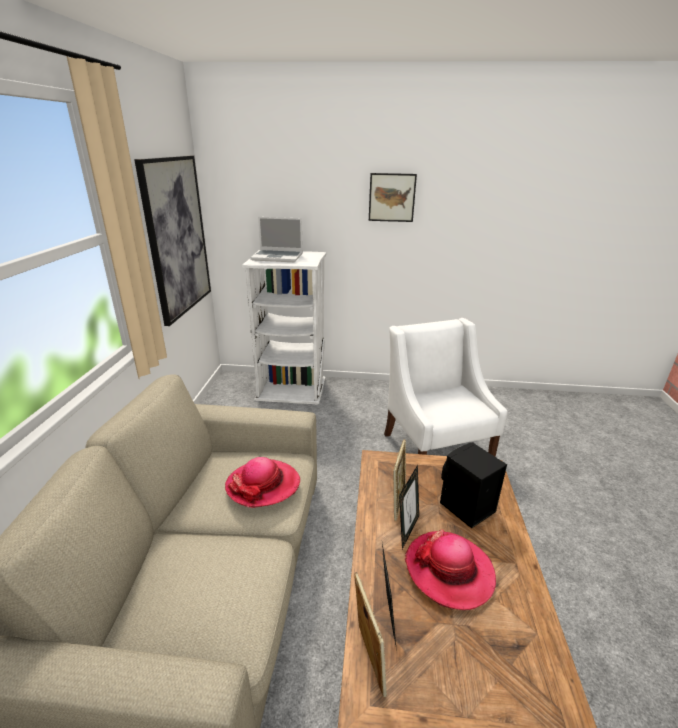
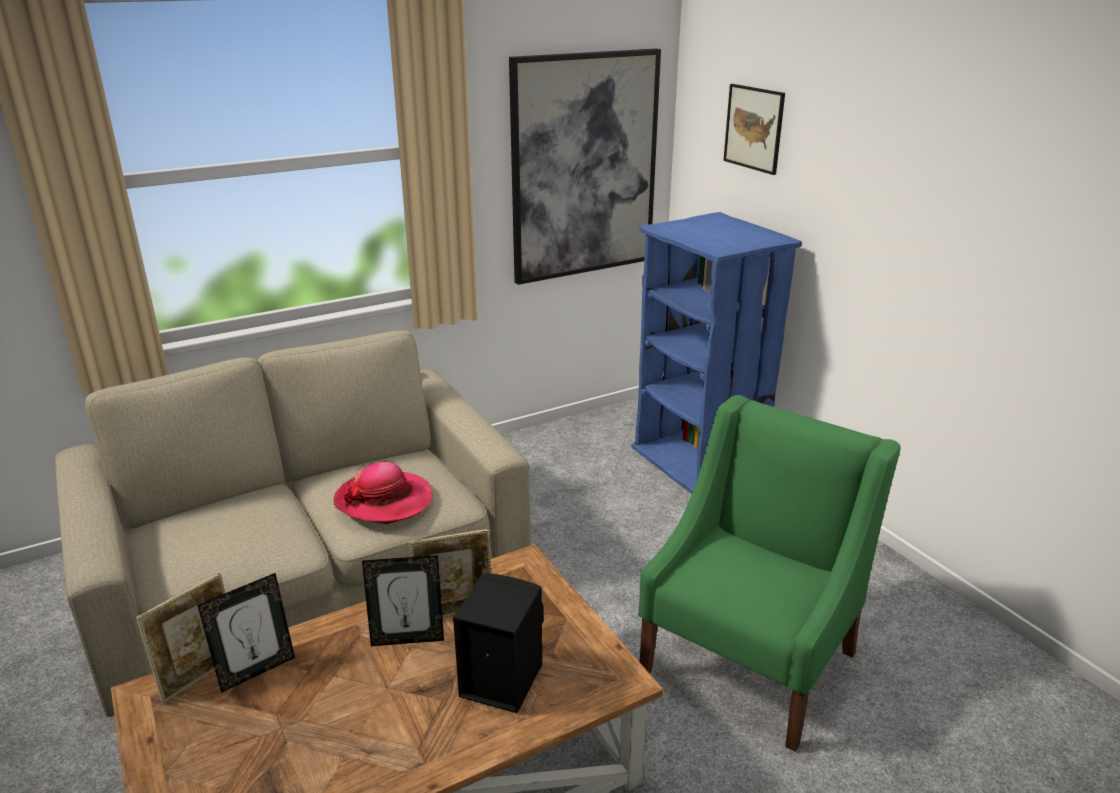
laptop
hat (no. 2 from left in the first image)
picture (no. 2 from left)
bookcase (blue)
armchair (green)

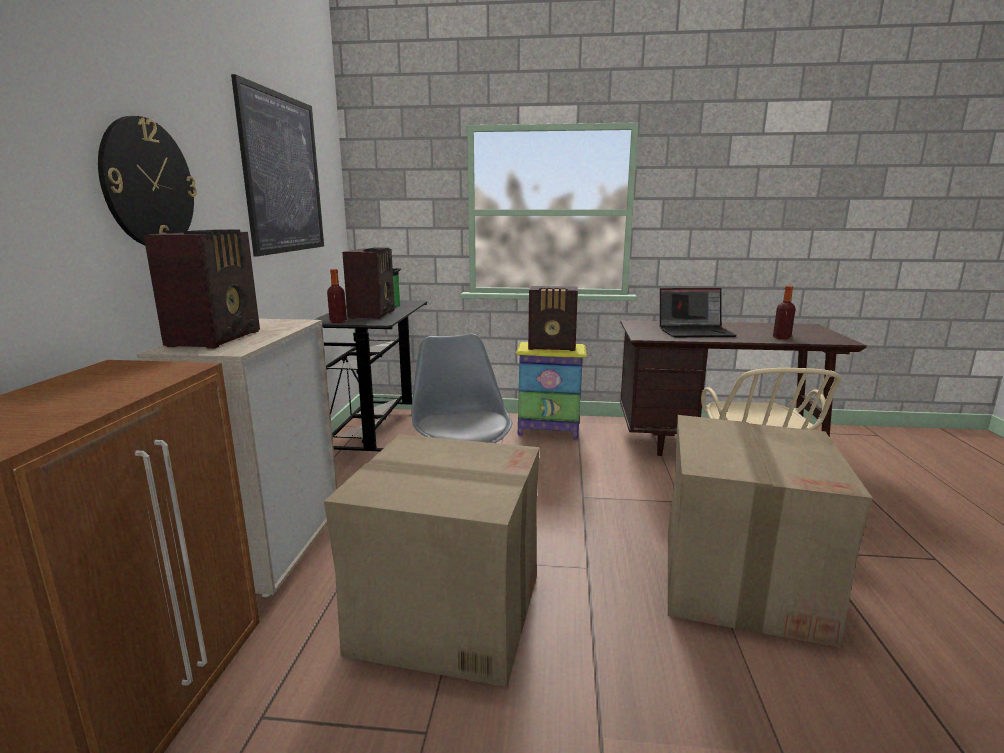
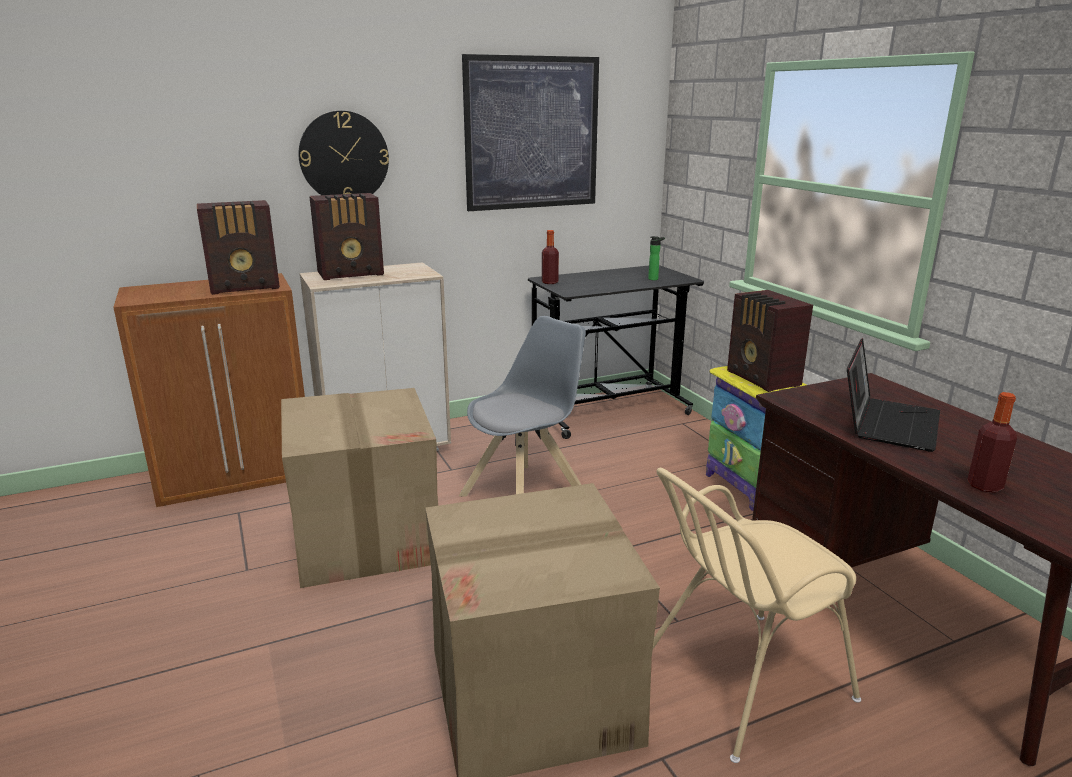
radio (no. 1 from left)
laptop

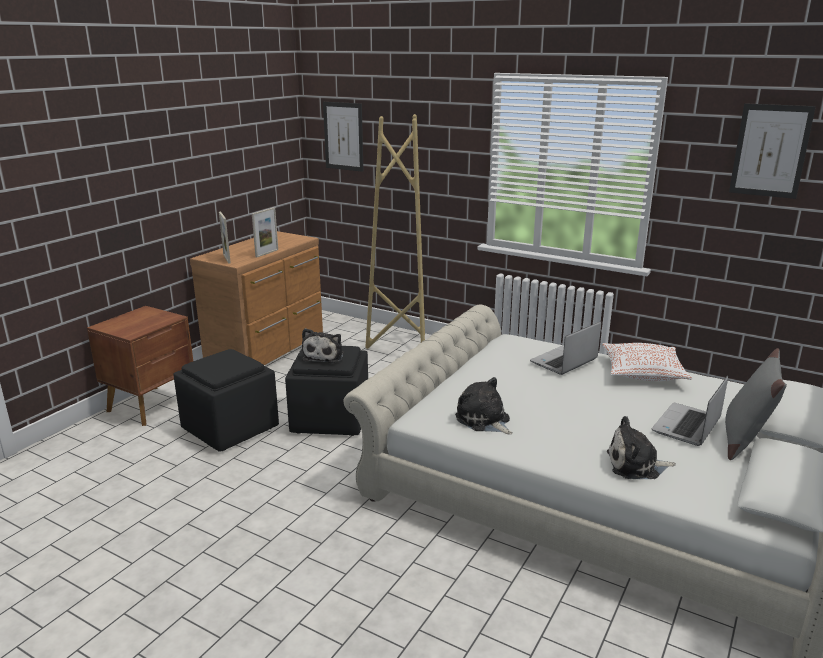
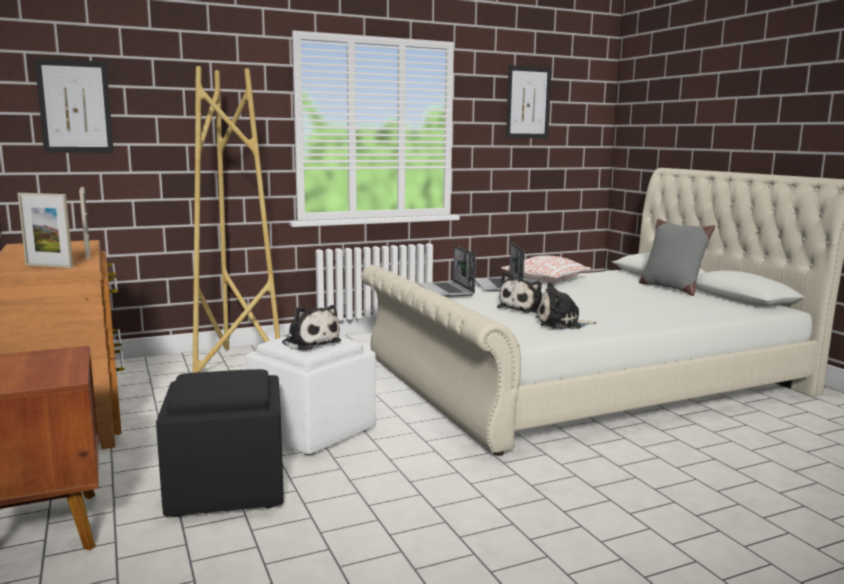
plush toy (no. 2 from left)
laptop (no. 1 from left)
ottoman (white)

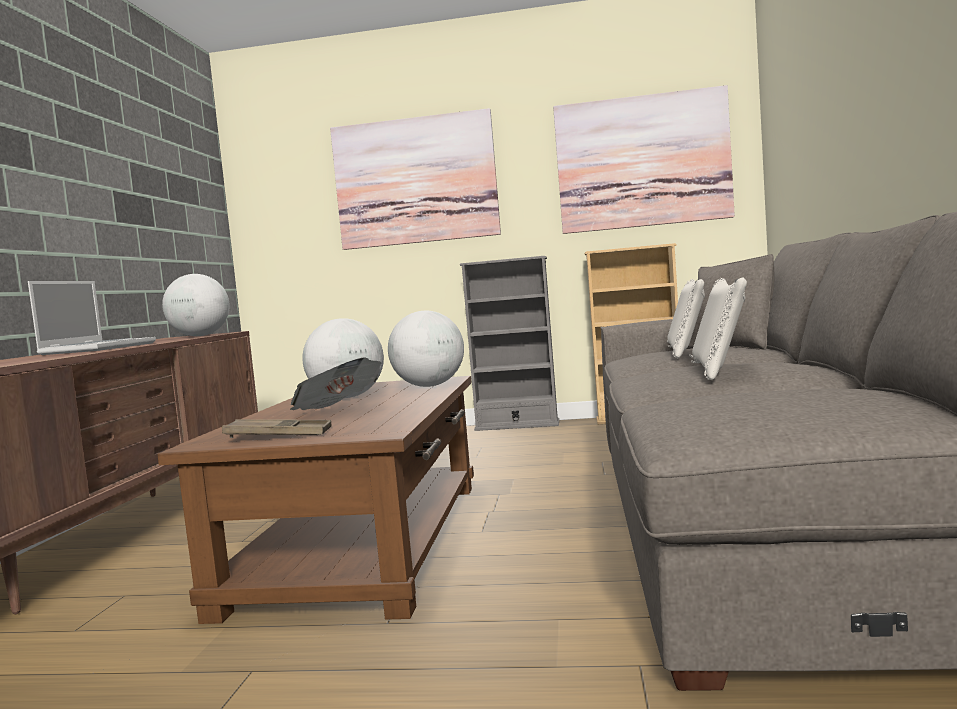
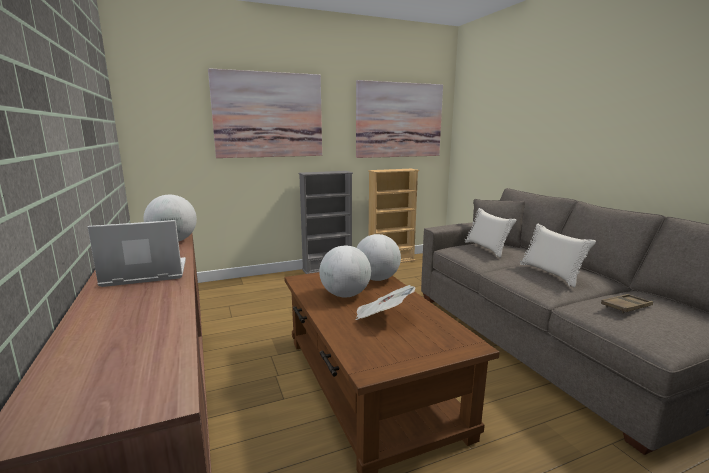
tray (brown)
laptop

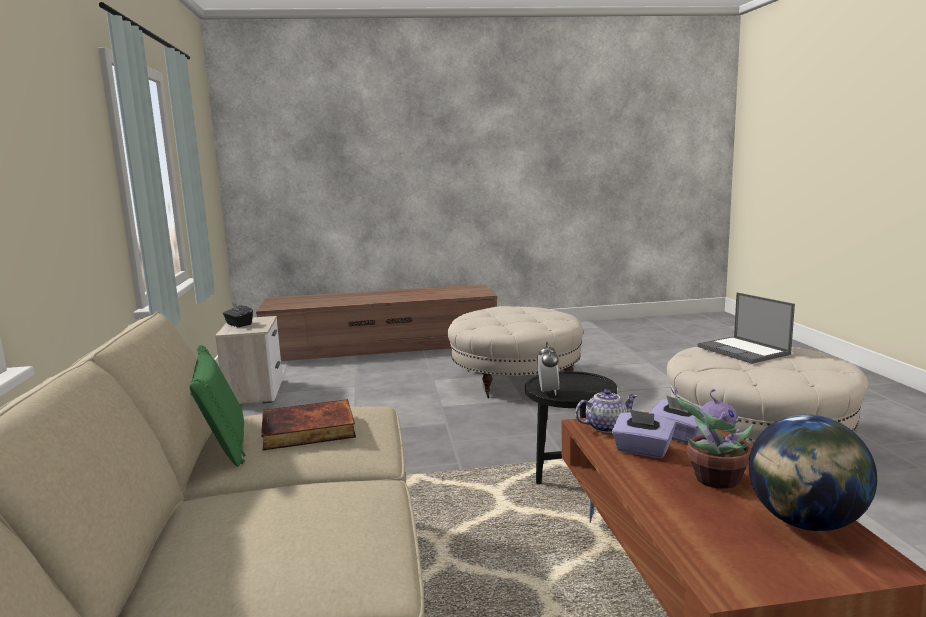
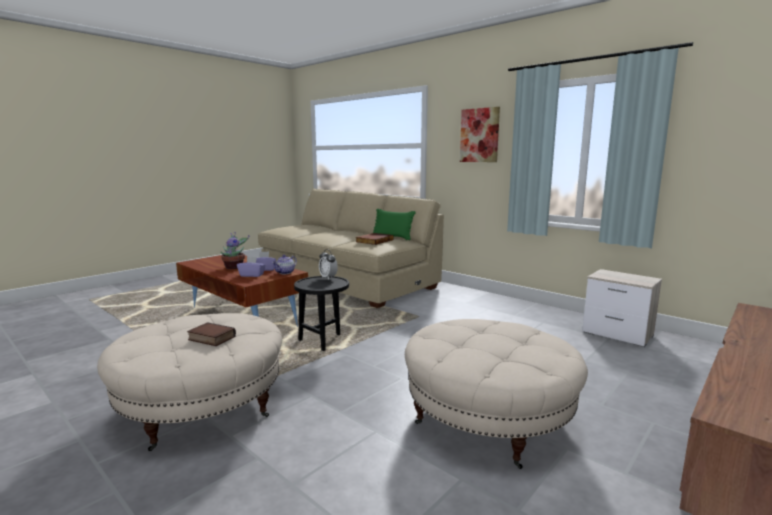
tissue box (black)
globe
picture
book (no. 1 from left)

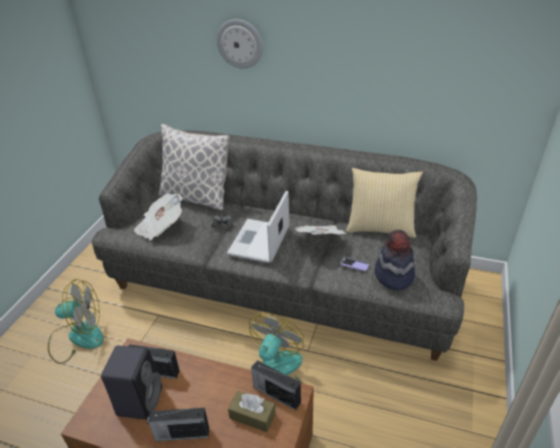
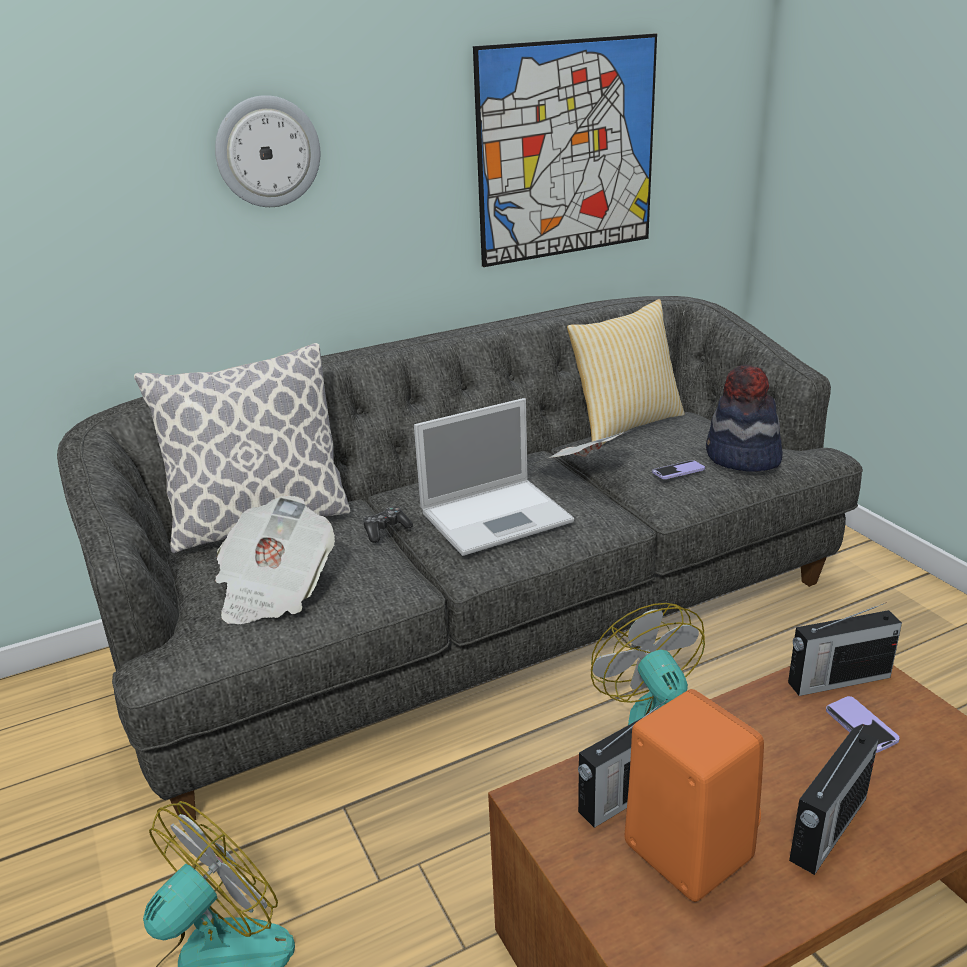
picture
phone (no. 2 from left)
speaker (orange)
laptop

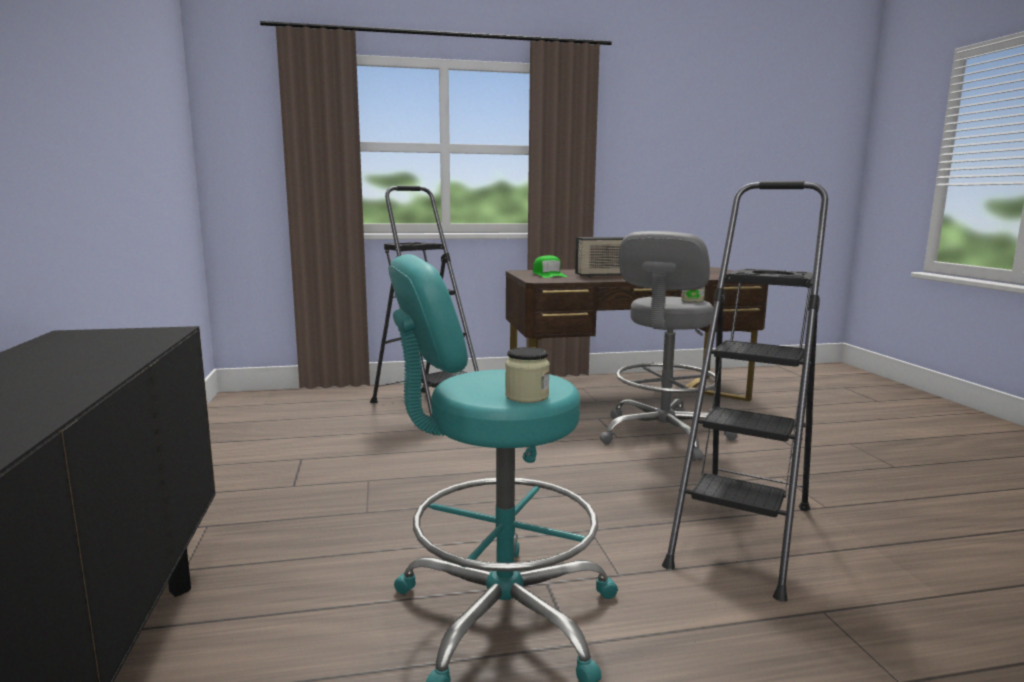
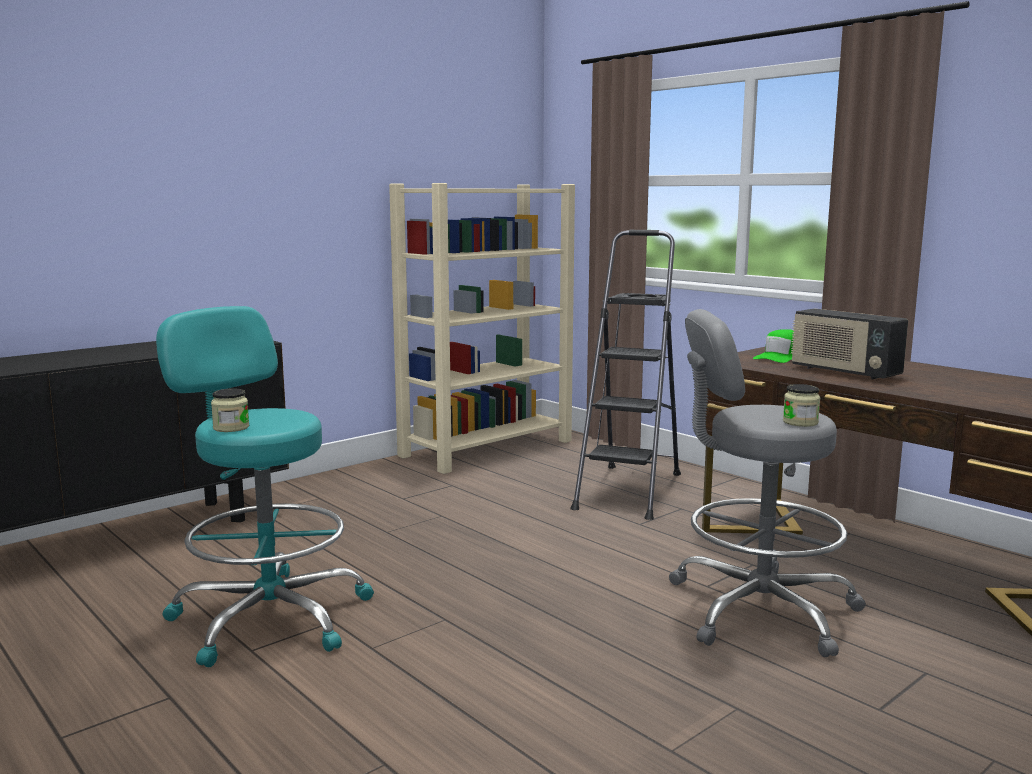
step ladder (no. 2 from left in the first image)
bookcase (beige)

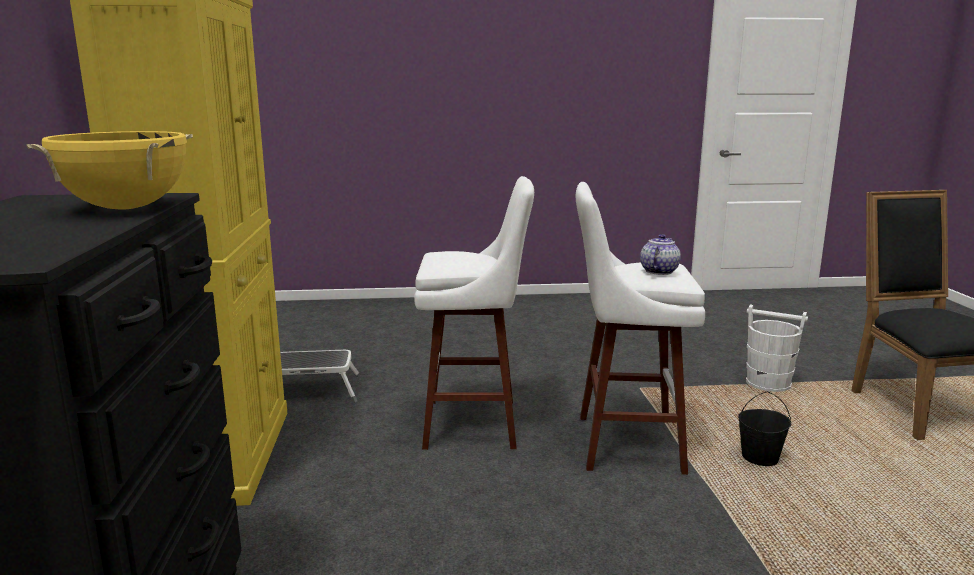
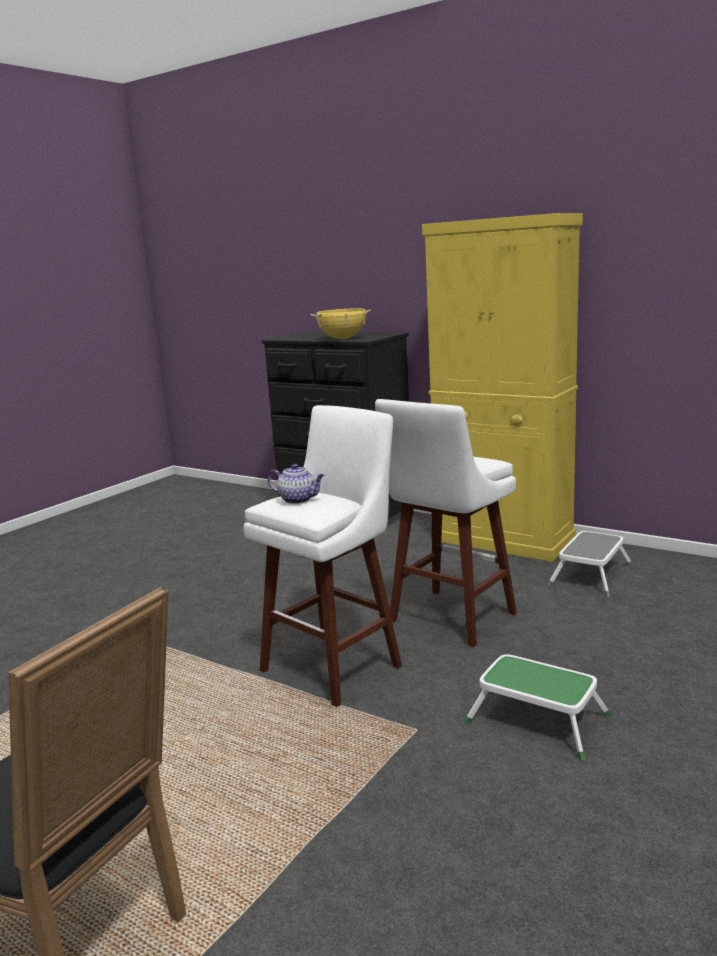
bucket (black)
bucket (white)
step ladder (green)
teapot

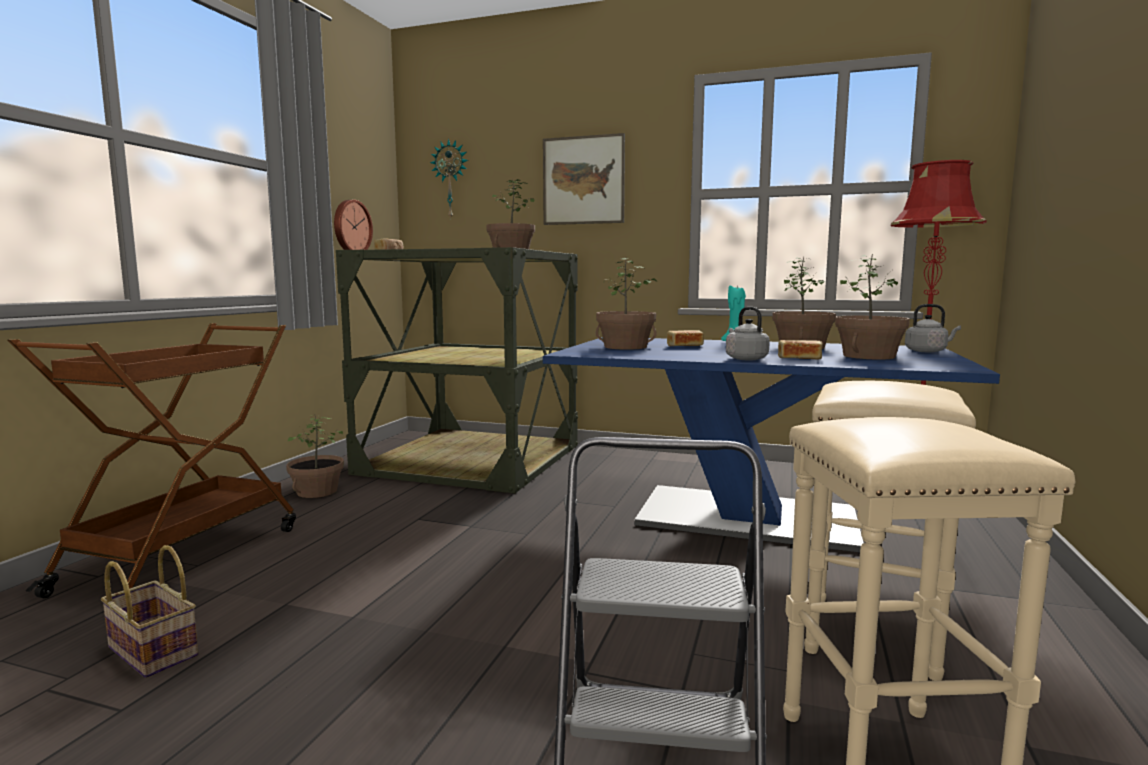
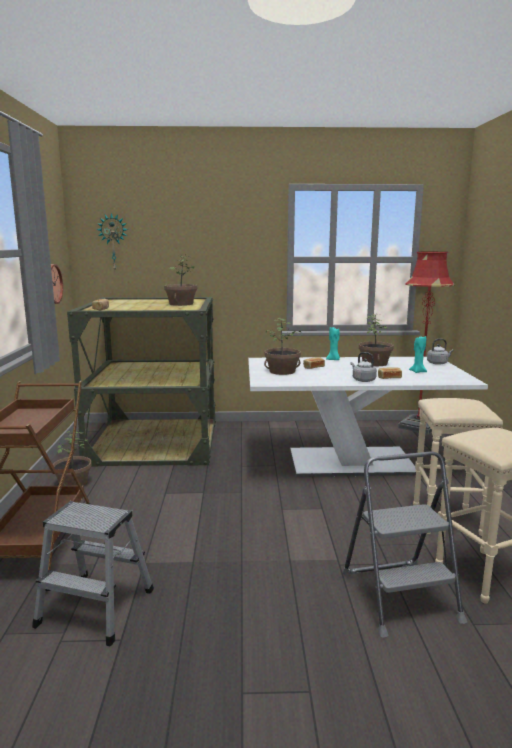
picture
step ladder (grey) (no. 1 from left)
candle (turquoise) (no. 2 from left)
dining table (white)

